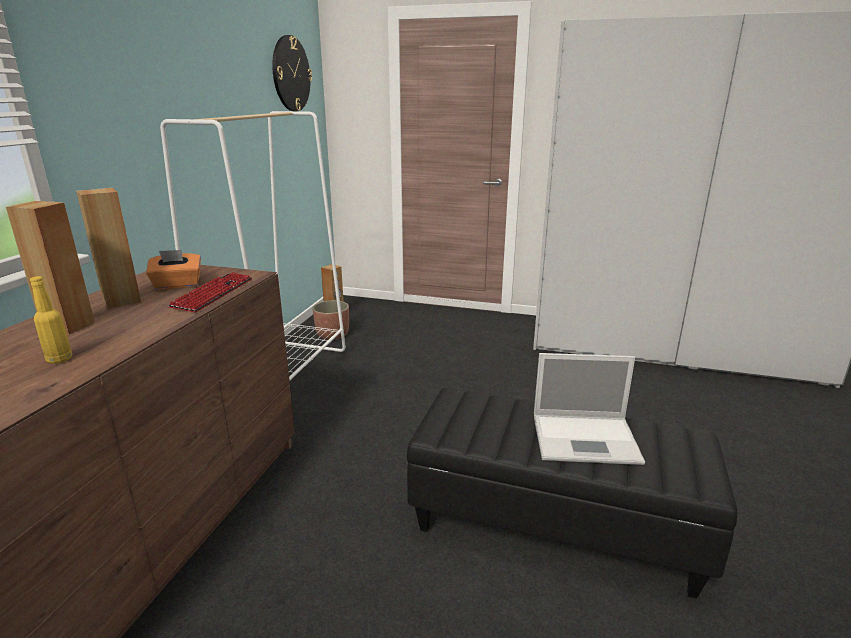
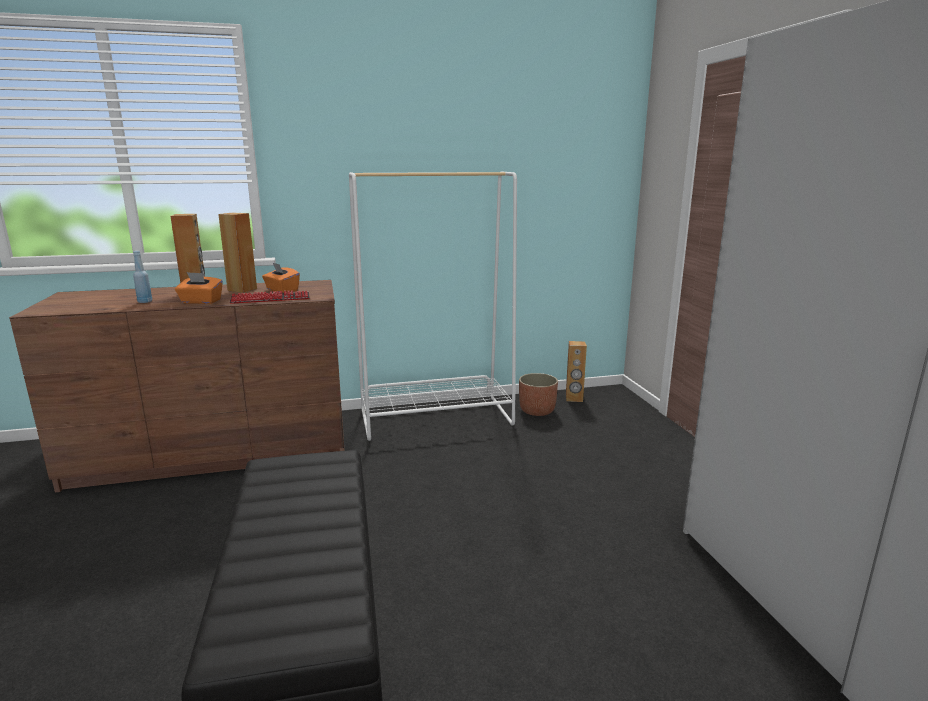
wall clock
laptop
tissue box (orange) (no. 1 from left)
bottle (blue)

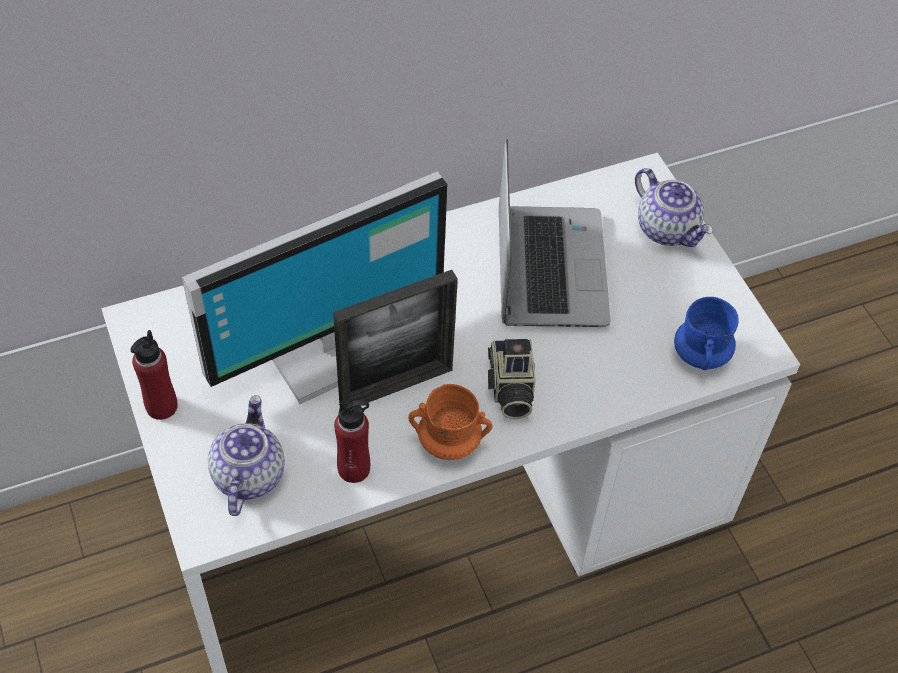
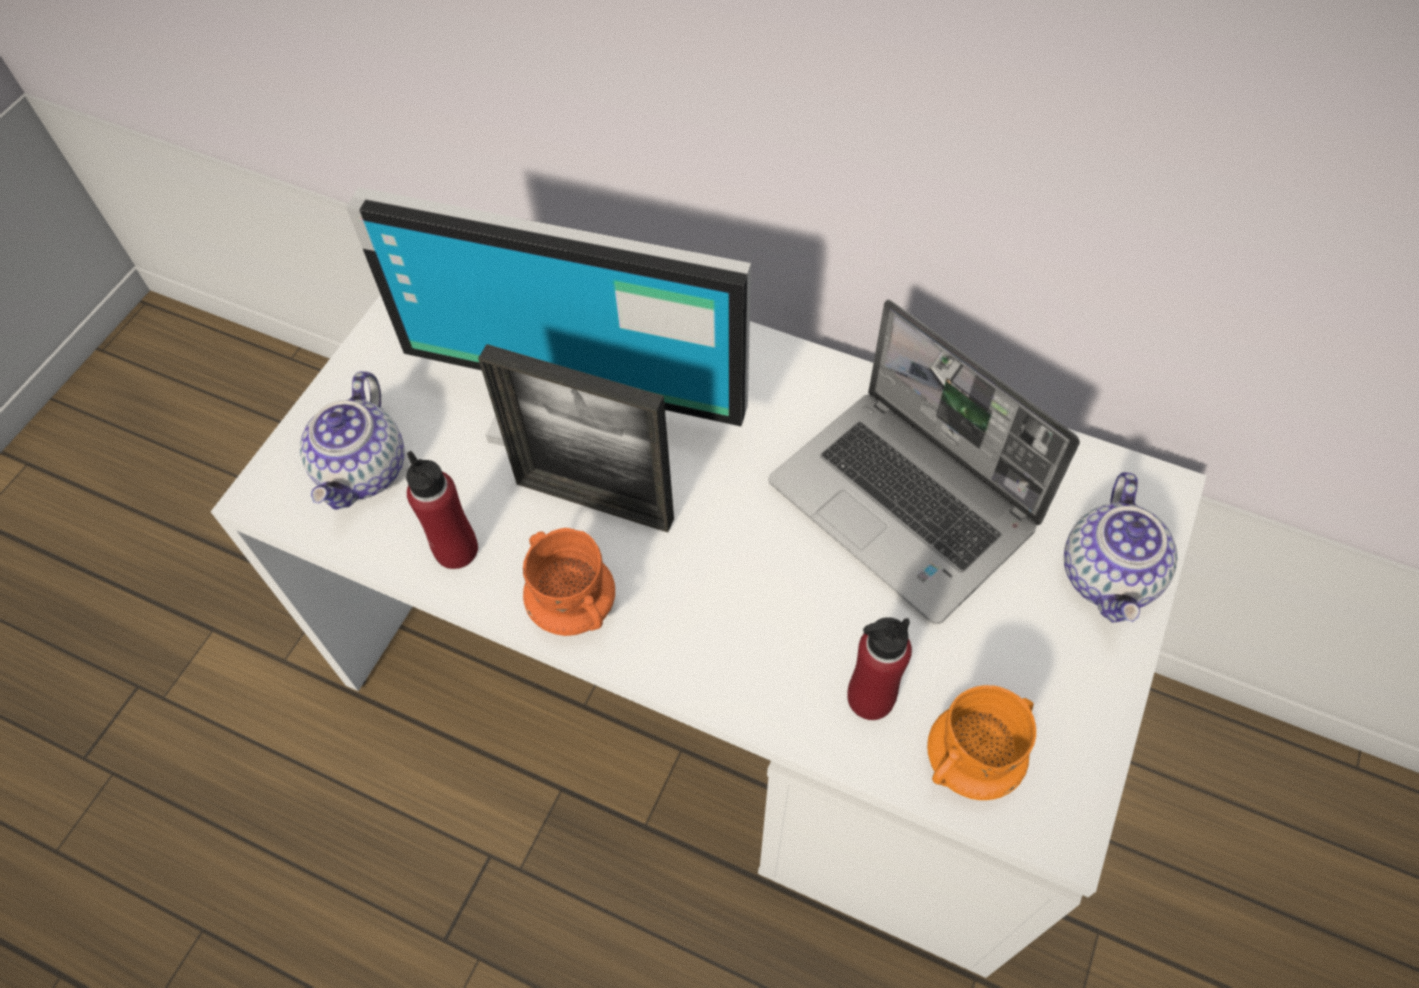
photo camera
bottle (red) (no. 2 from left)
mug (orange) (no. 2 from left)
teapot (no. 1 from left)
laptop

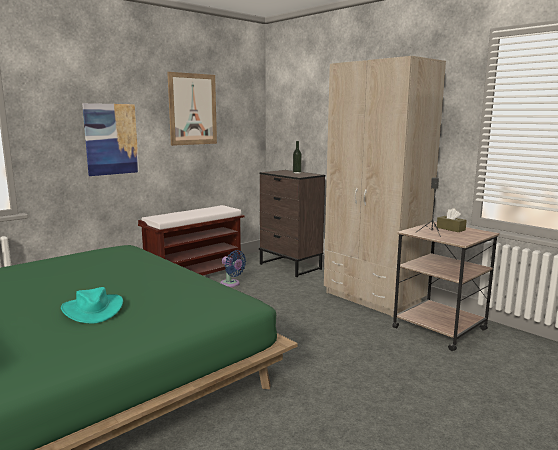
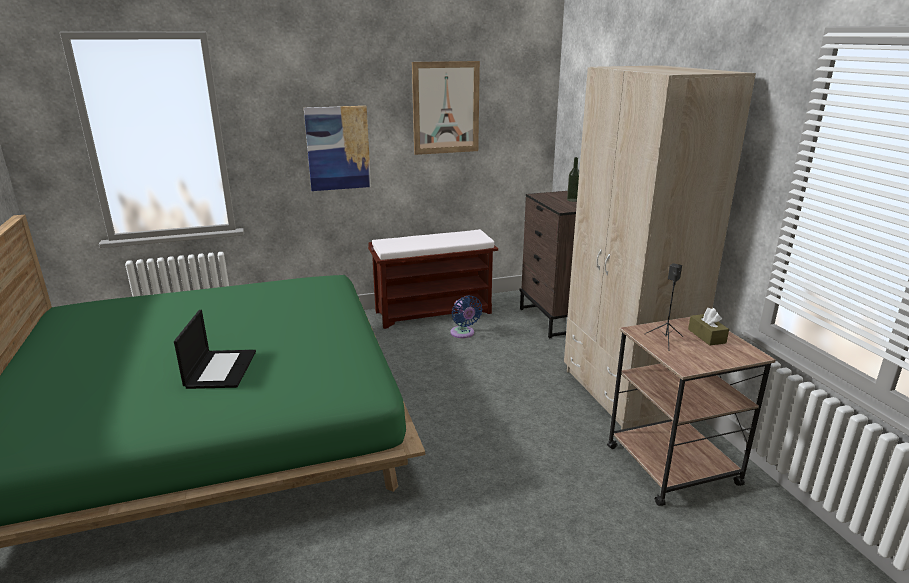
laptop

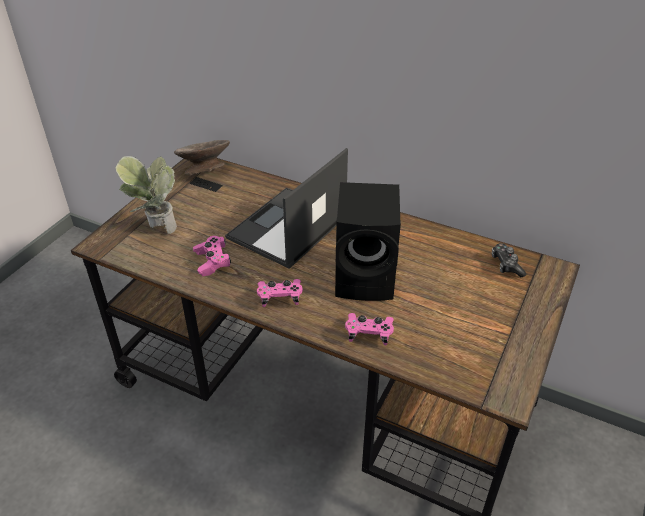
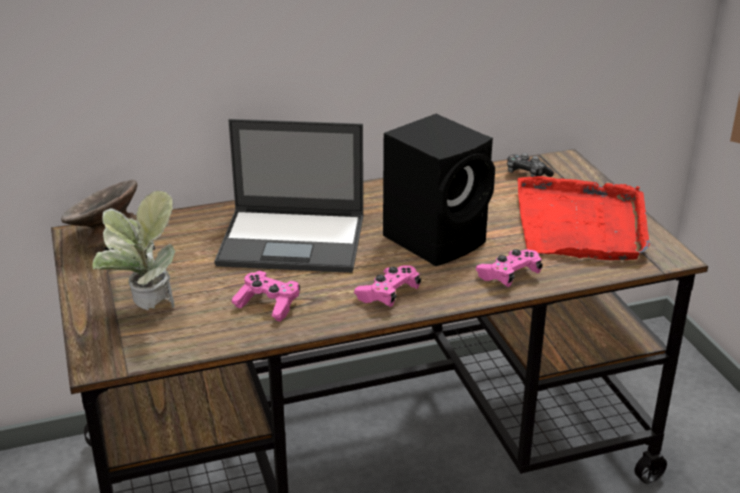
tray (red)
laptop

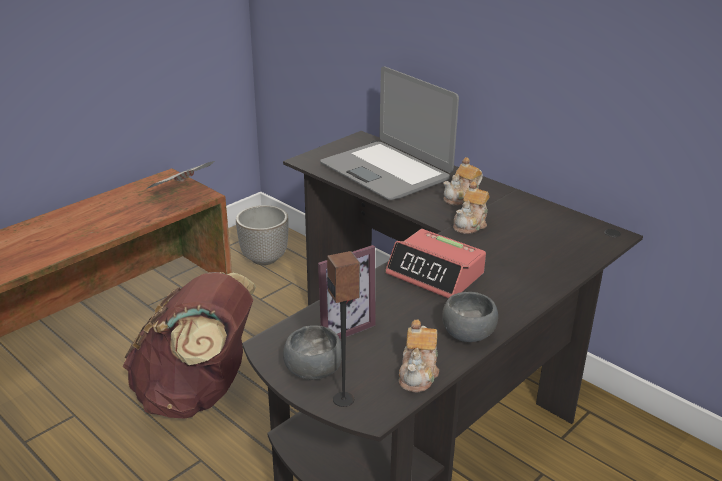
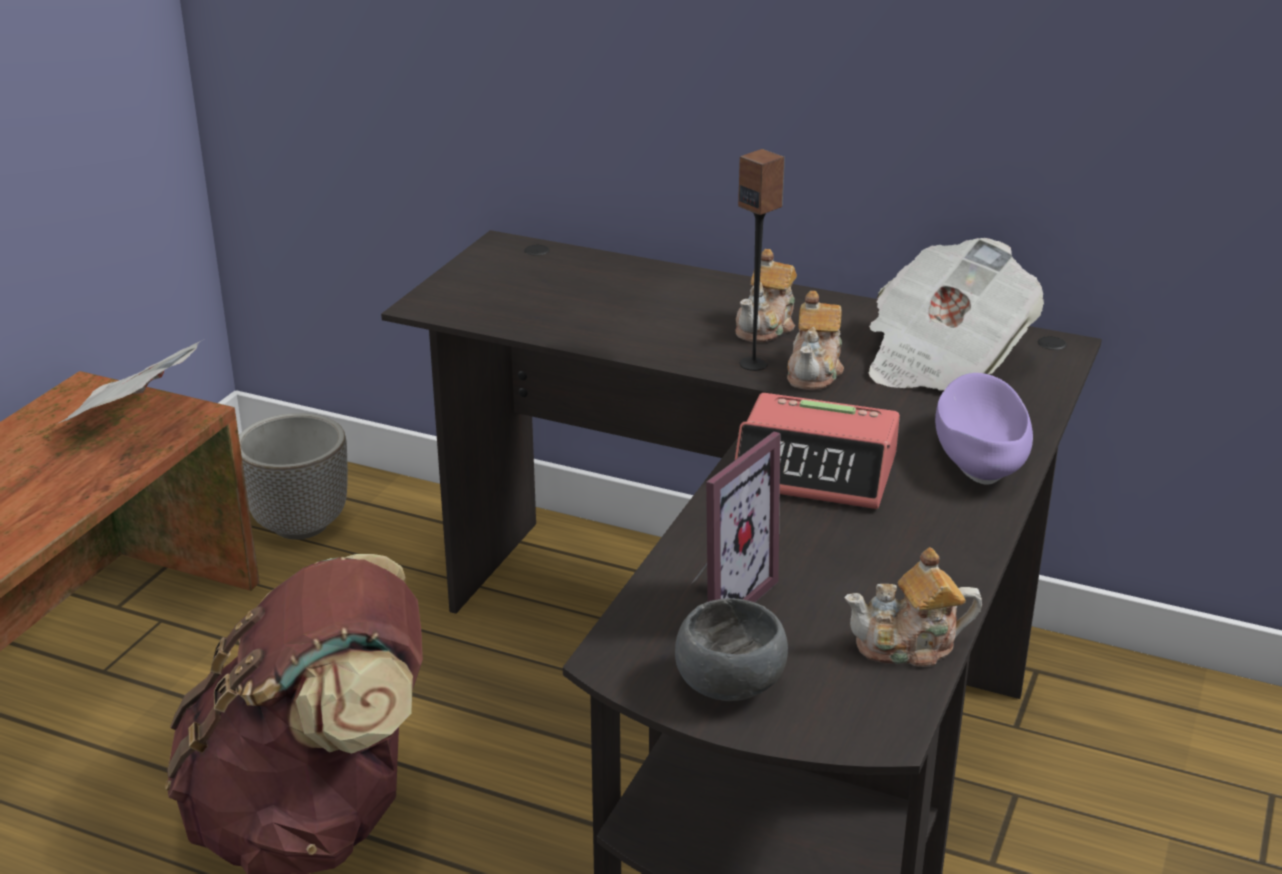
laptop
bowl (grey) (no. 2 from left in the first image)
newspaper (no. 2 from left)
bowl (purple)
speaker
teapot (no. 3 from left)

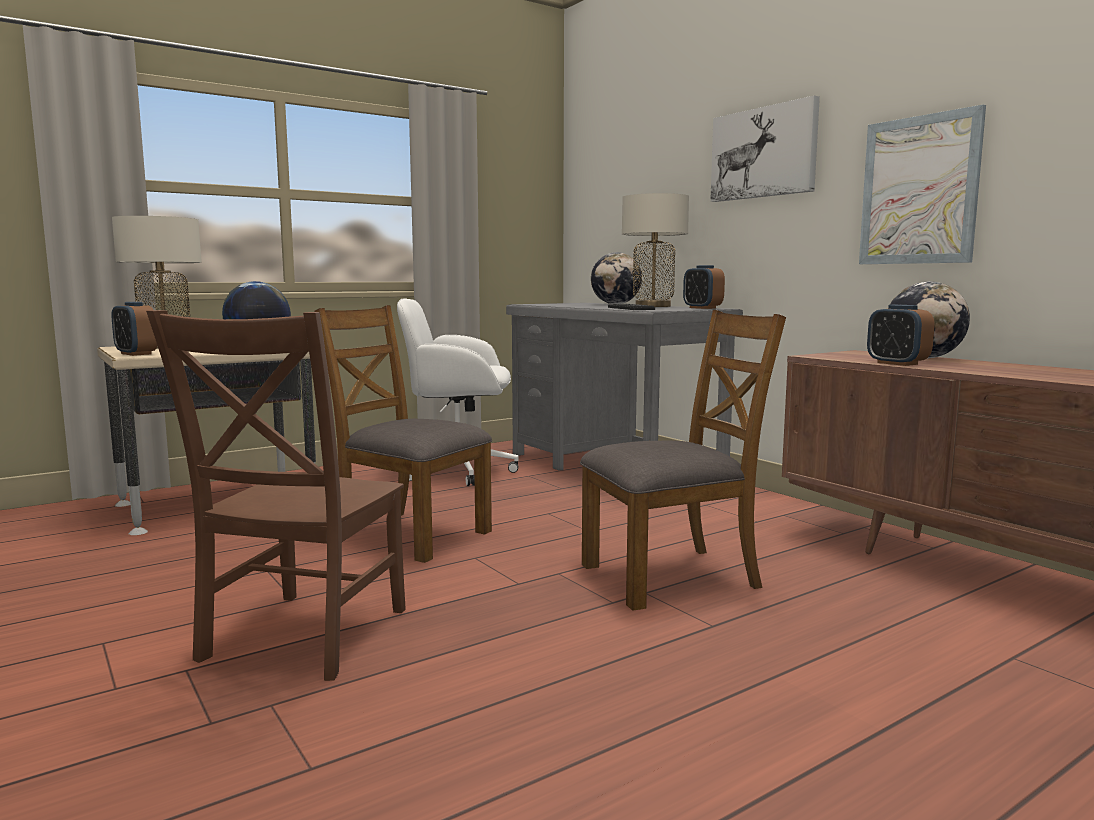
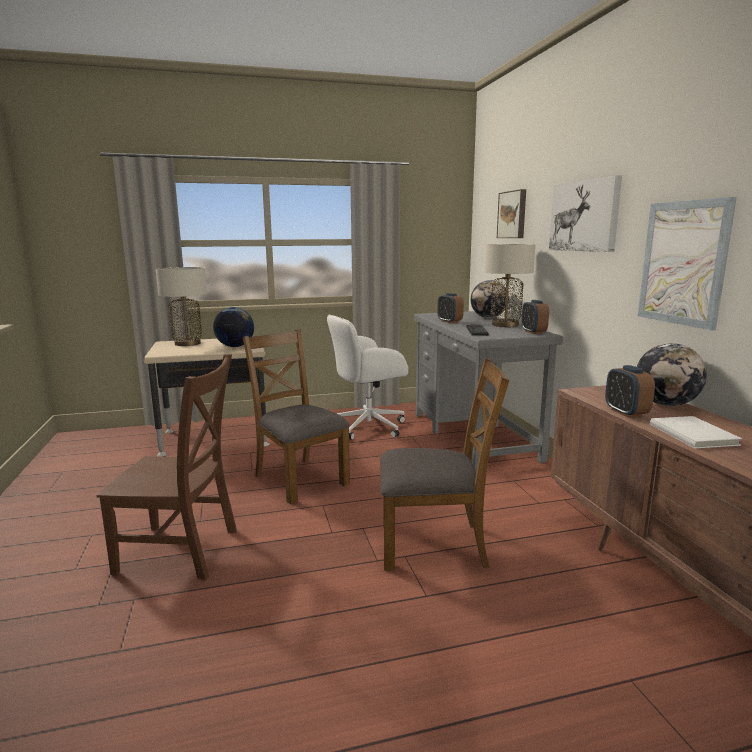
picture (no. 1 from left)
book (white)
alarm clock (no. 1 from left)
chair (brown) (no. 1 from left)
office chair (white)

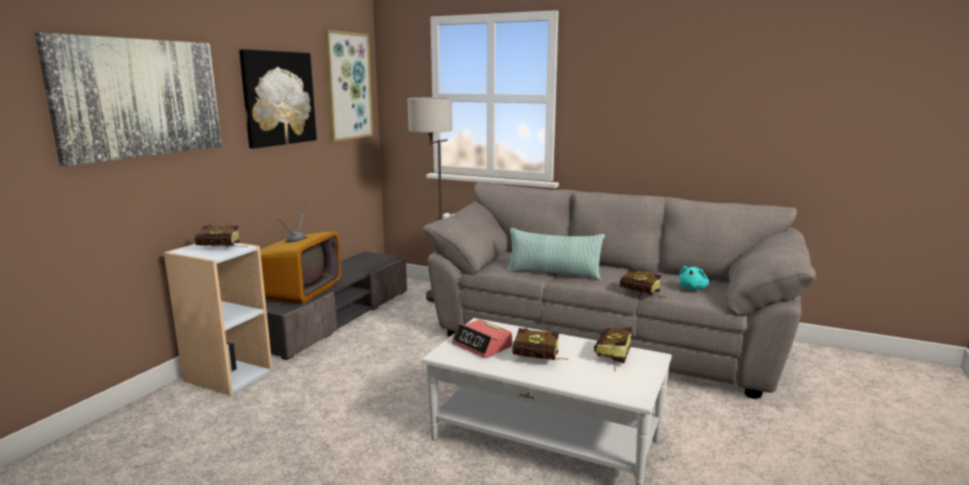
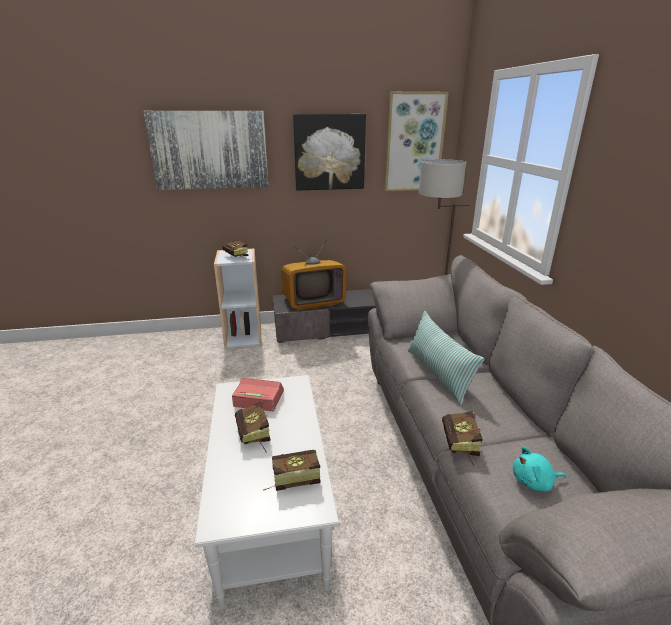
alarm clock

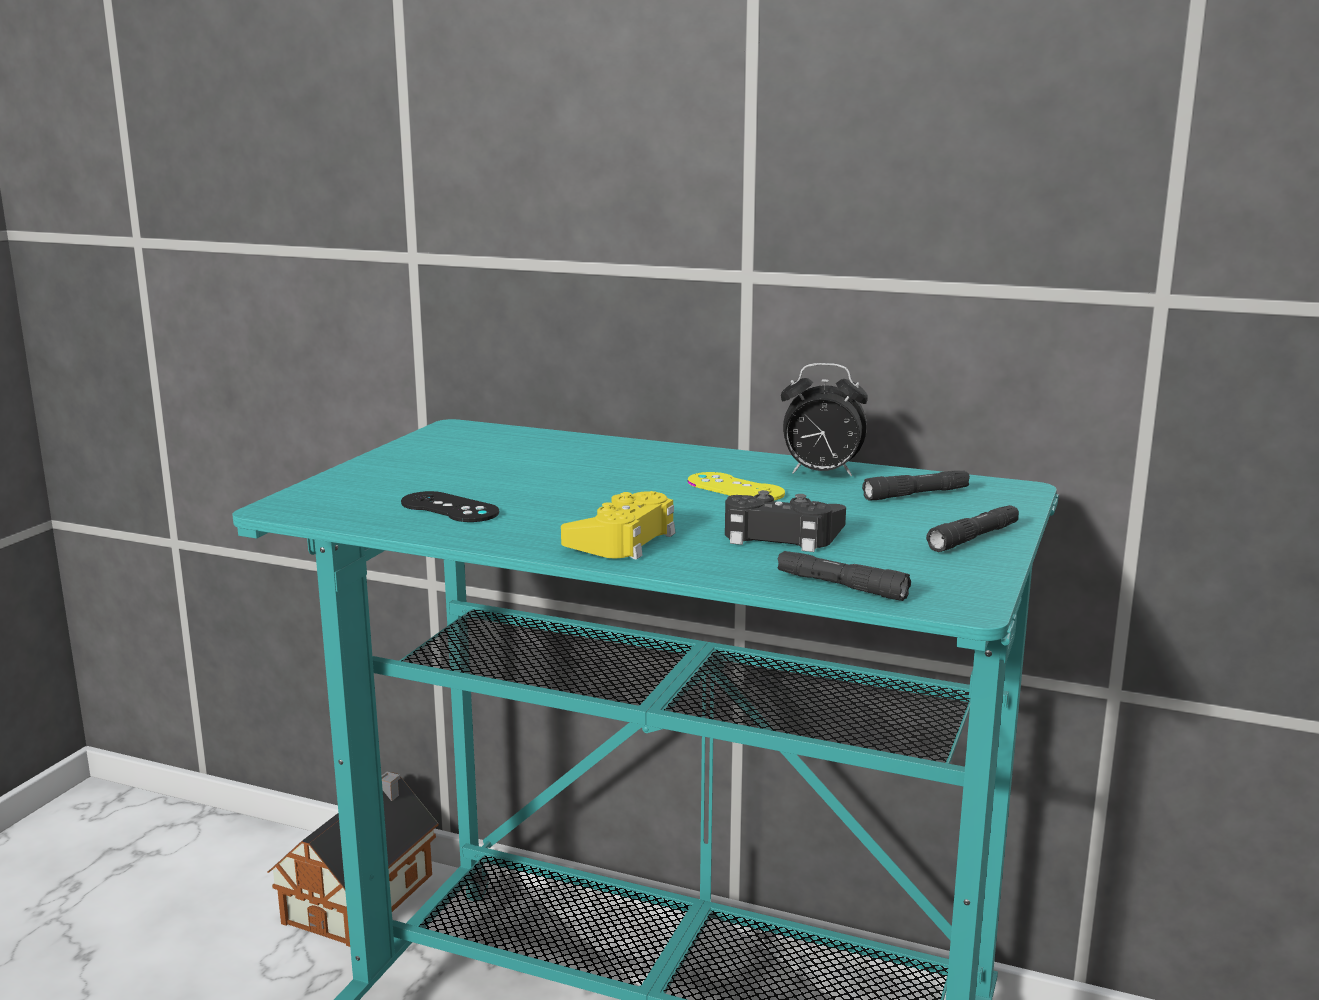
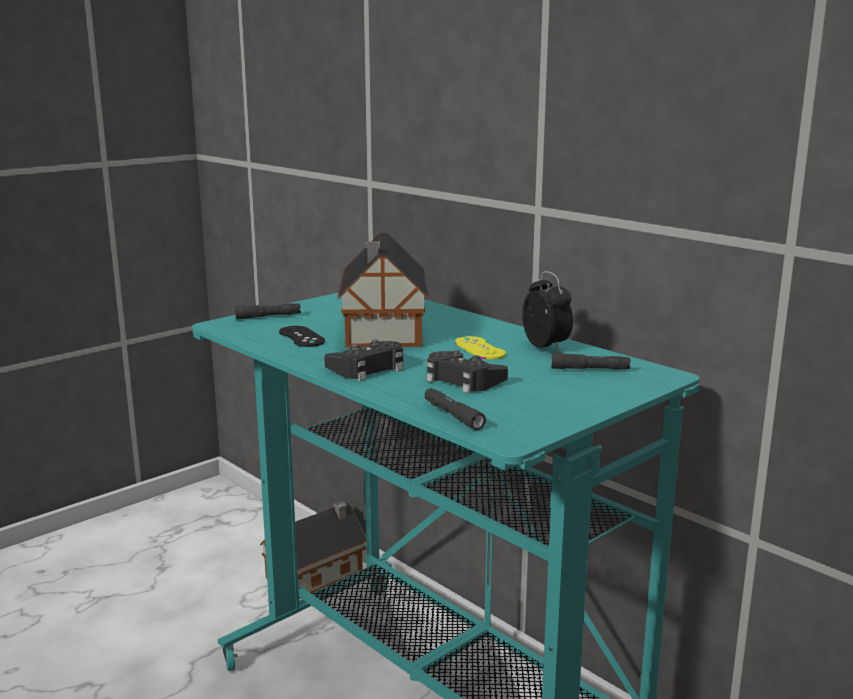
toy house (no. 2 from left)
flashlight (black) (no. 1 from left)
game controller (black) (no. 2 from left)
alarm clock

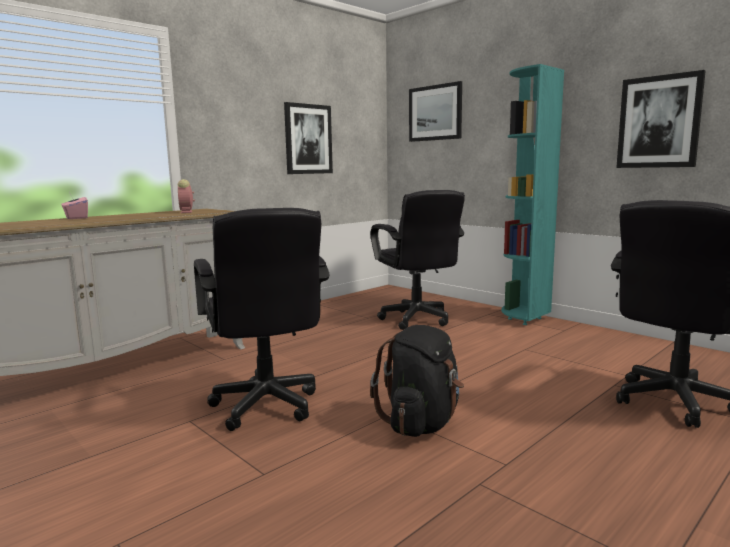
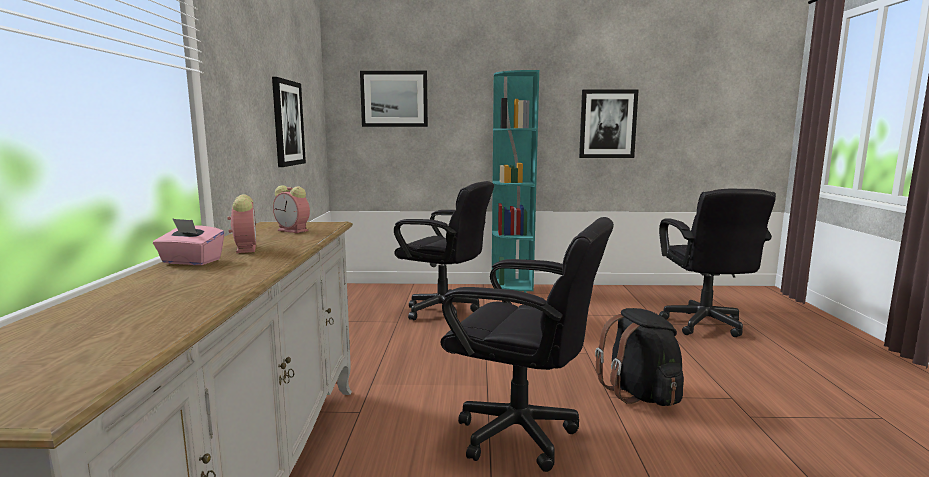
alarm clock (no. 1 from left)

